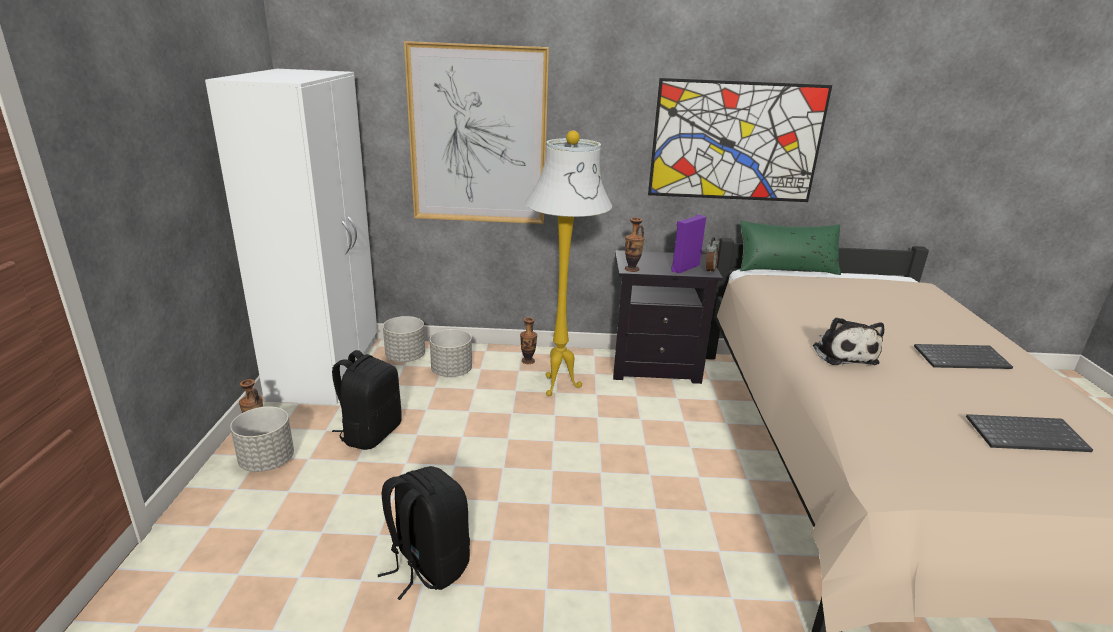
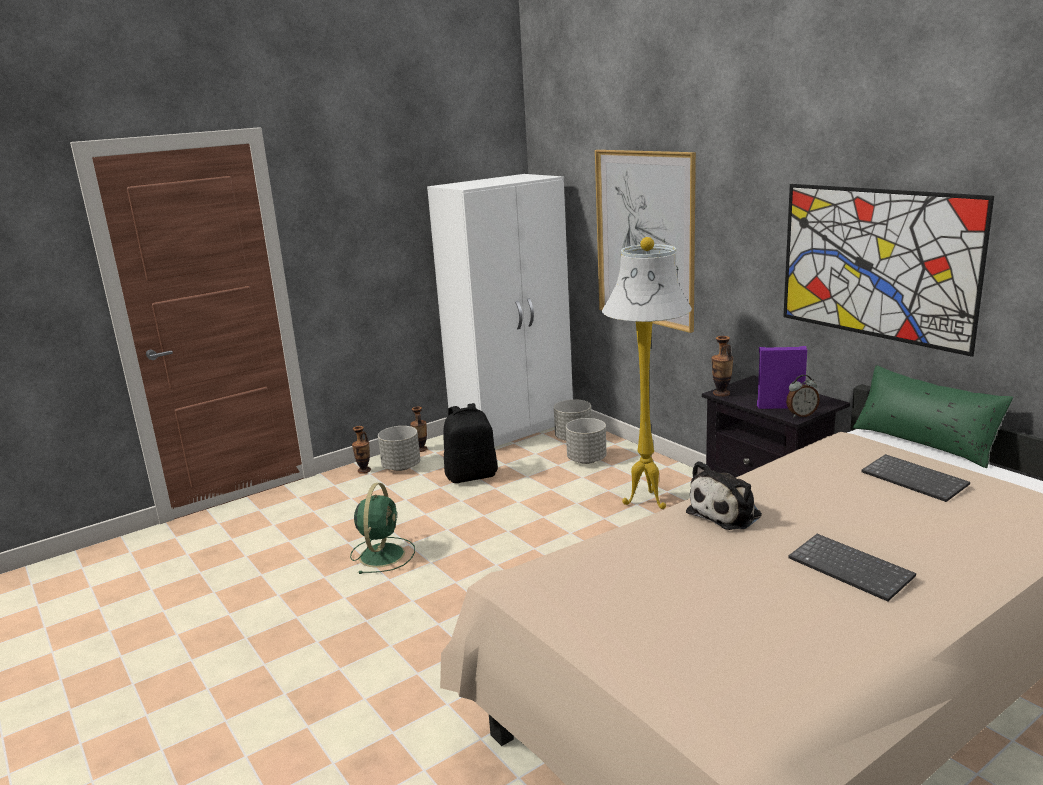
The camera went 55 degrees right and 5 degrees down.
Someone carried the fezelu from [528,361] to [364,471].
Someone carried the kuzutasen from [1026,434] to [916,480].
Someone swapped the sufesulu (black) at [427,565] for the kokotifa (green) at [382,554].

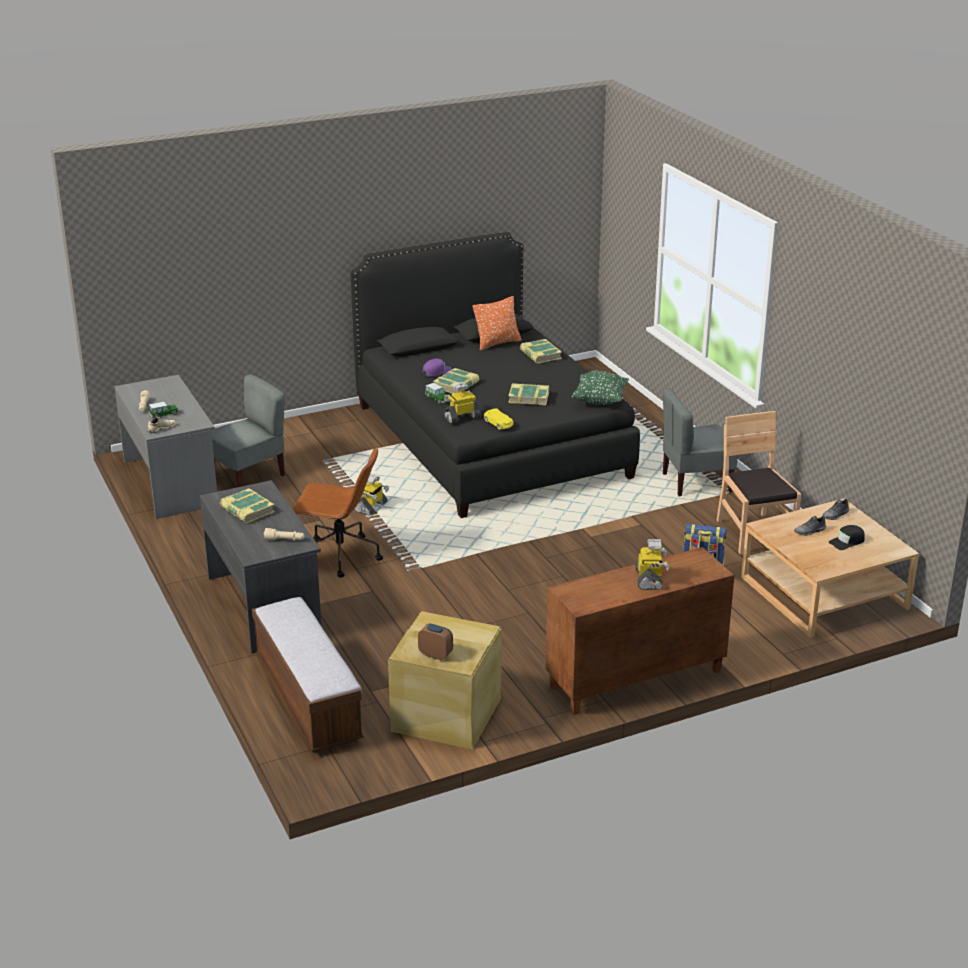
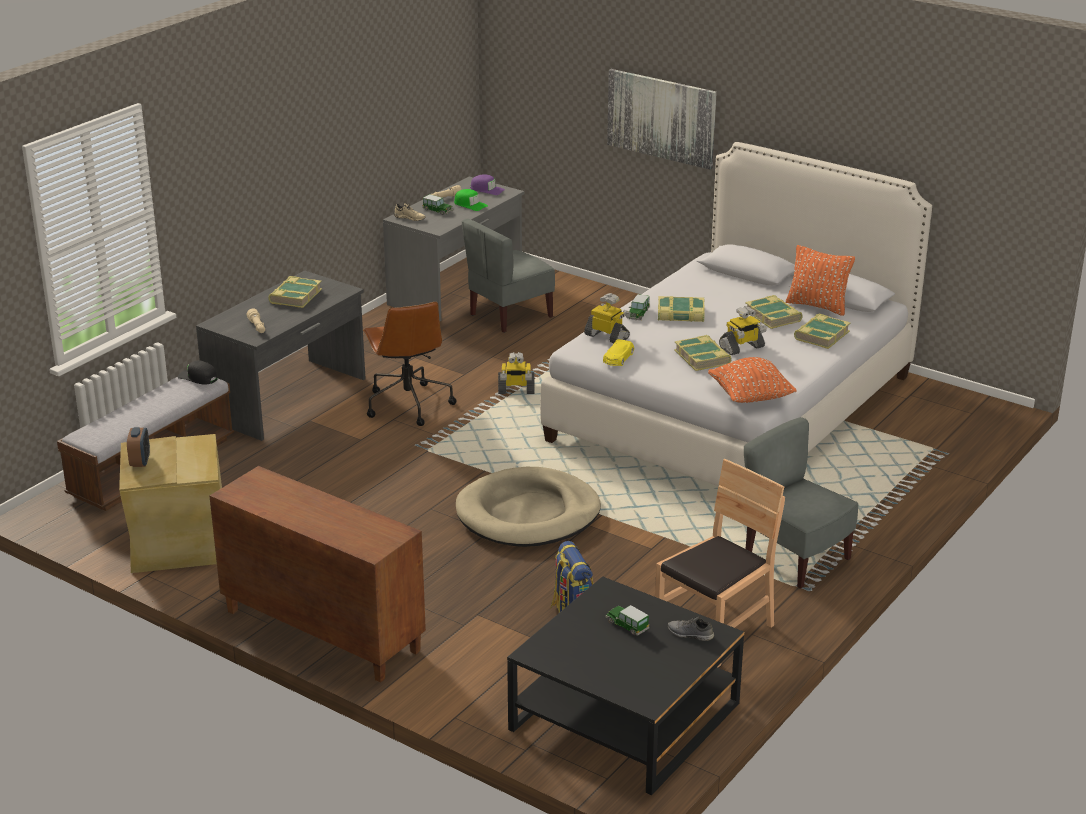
The camera went 60 degrees right and 0 degrees up.
Someone put down the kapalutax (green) at [470,205].
Someone put down the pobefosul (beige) at [528,514].
Someone put up the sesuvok at [661,118].
Someone put down the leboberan at [773,316].
Someone carried the kapalutax (purple) from [437,372] to [487,189].
Someone carried the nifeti from [649,579] to [742,347].
Someone carried the kapalutax (black) from [847,542] to [198,377].
Someone swapped the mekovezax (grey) at [810,531] for the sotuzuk at [627,625].
Someone repainted the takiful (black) at [490,441], which became the takiful (white) at [732,407].
Someone repainted the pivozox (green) at [600,400], which became the pivozox (orange) at [750,397].
Someone repainted the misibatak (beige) at [824,592], which became the misibatak (black) at [625,716].
Someone rotated the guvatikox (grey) at [249,475] by 120 degrees clockwise.

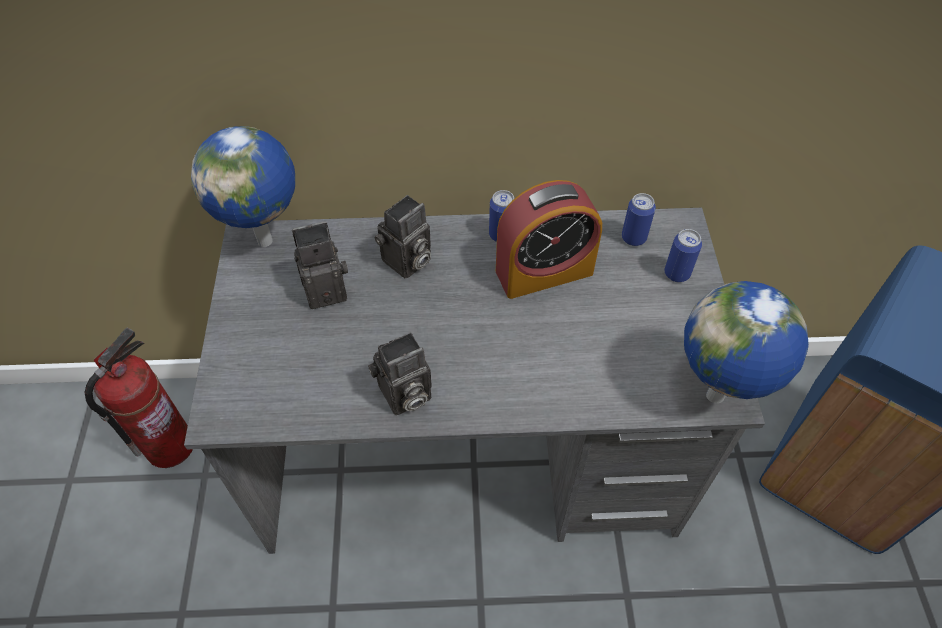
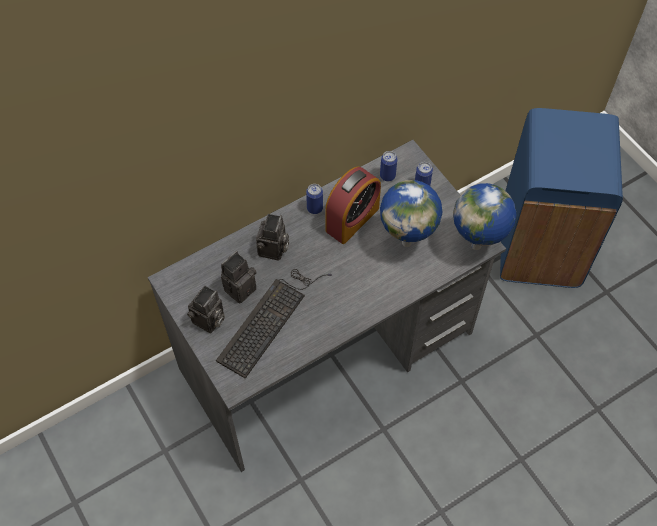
The camera went 30 degrees left and 5 degrees up.
Someone took away the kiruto at [169,445].
Someone put down the kuzutasen at [271,318].
Someone carried the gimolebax from [267,241] to [407,242].
Someone carried the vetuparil from [404,396] to [209,321].

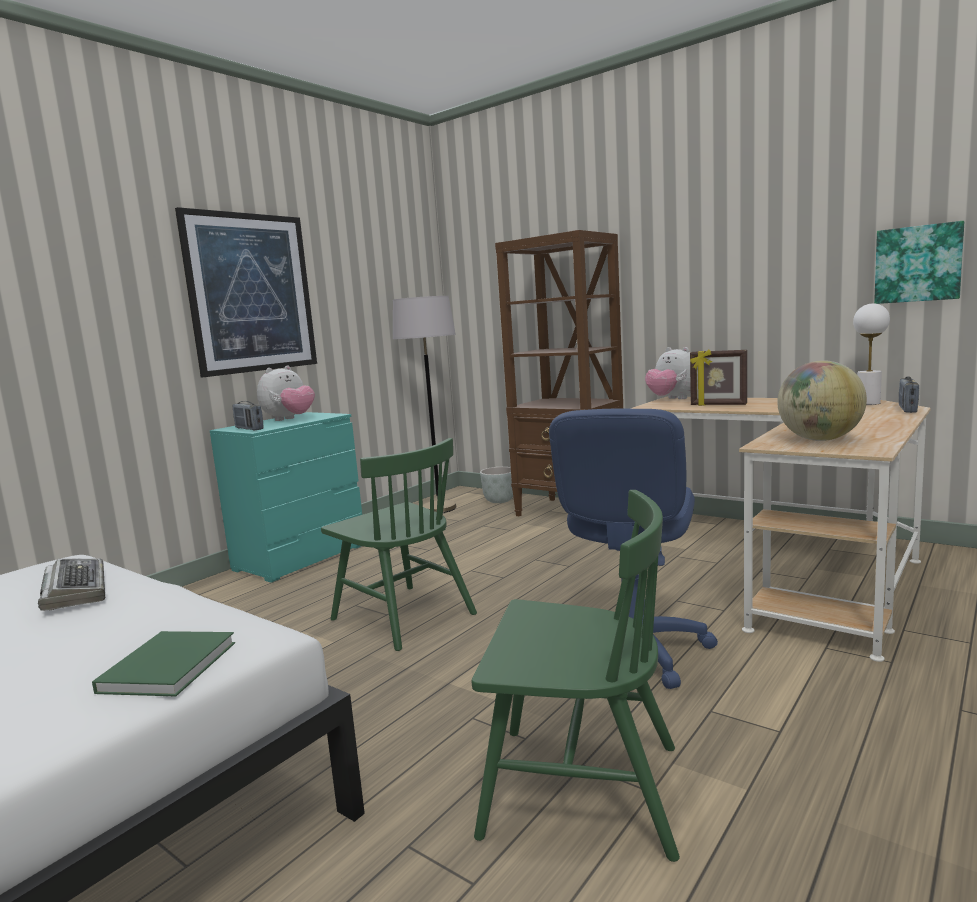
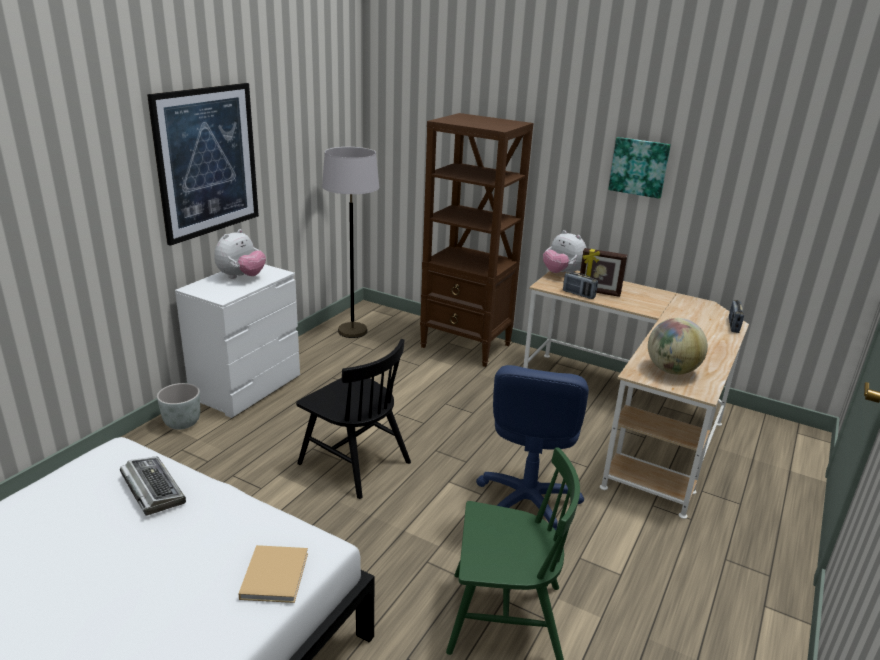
The camera went 10 degrees left and 15 degrees up.
Someone took away the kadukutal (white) at [868,403].
Someone carried the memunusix from [249,429] to [578,294].
Someone carried the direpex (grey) from [500,500] to [183,423].
Someone carried the sesuvok from [918,264] to [639,167].
Someone repainted the leboberan (green) at [171,665], which became the leboberan (beige) at [275,574].
Someone repainted the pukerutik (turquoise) at [301,557], which became the pukerutik (white) at [247,388].
Someone repainted the guvatikox (green) at [403,616], which became the guvatikox (black) at [354,462].

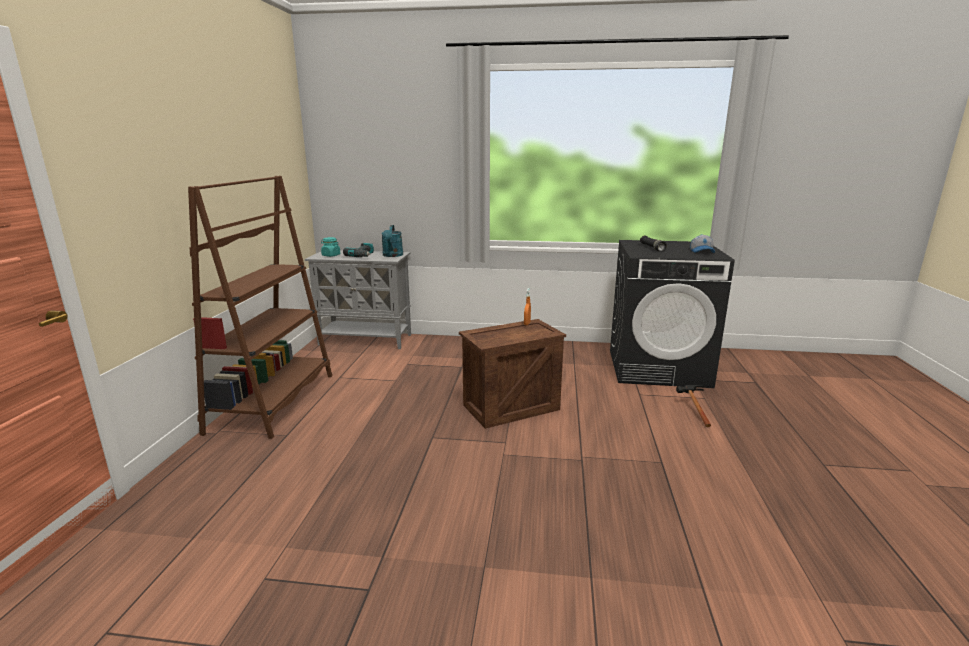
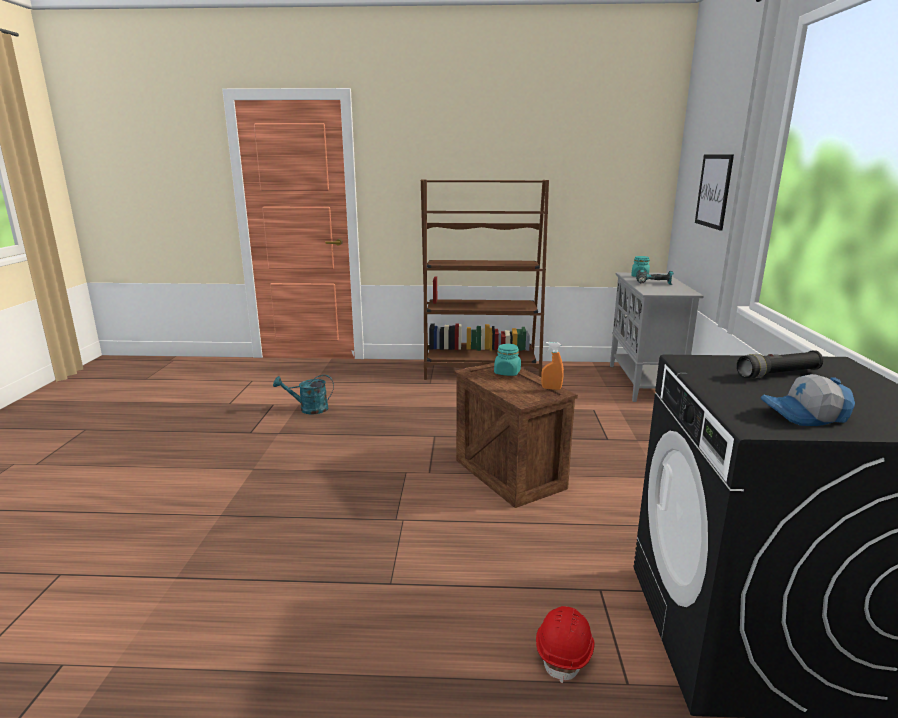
The camera went 85 degrees right and 0 degrees up.
Someone put down the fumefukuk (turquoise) at [507,373].
Someone put up the sesuvok at [713,191].
Someone carried the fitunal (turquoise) from [392,255] to [308,409].
Someone swapped the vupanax at [693,409] for the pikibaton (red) at [565,652].

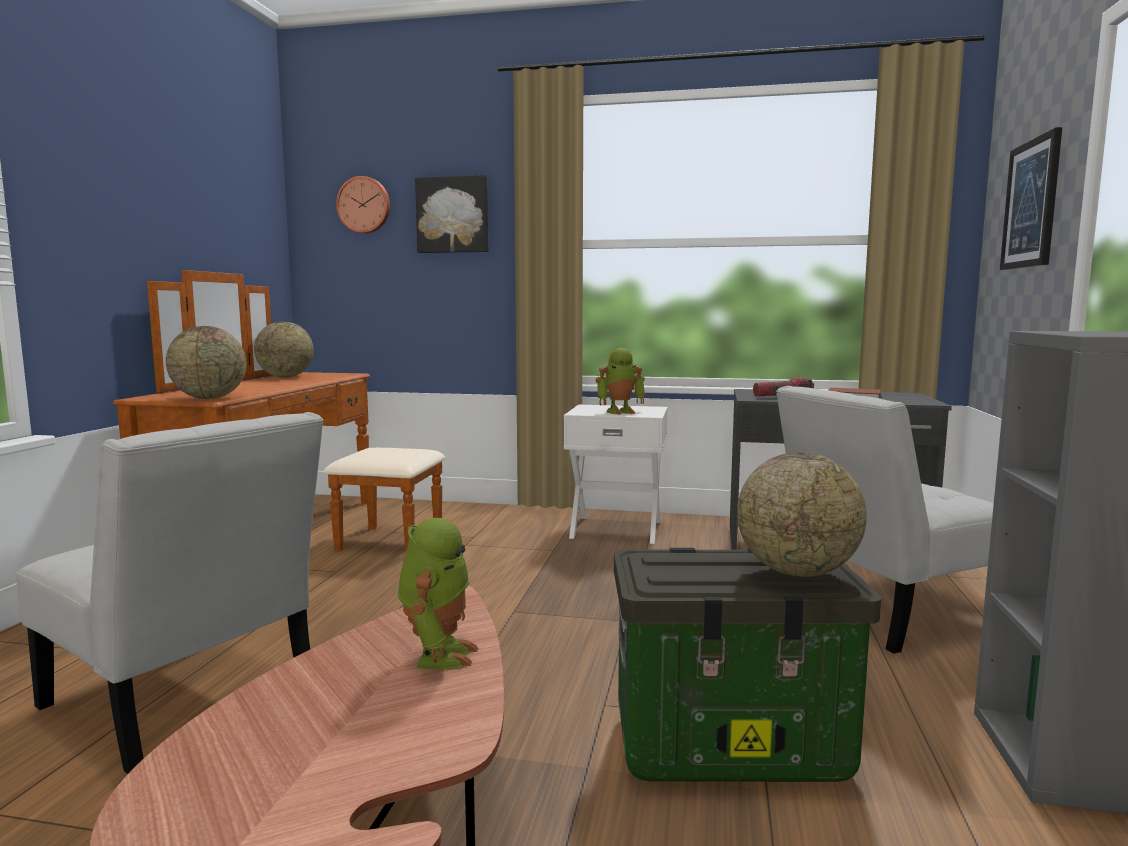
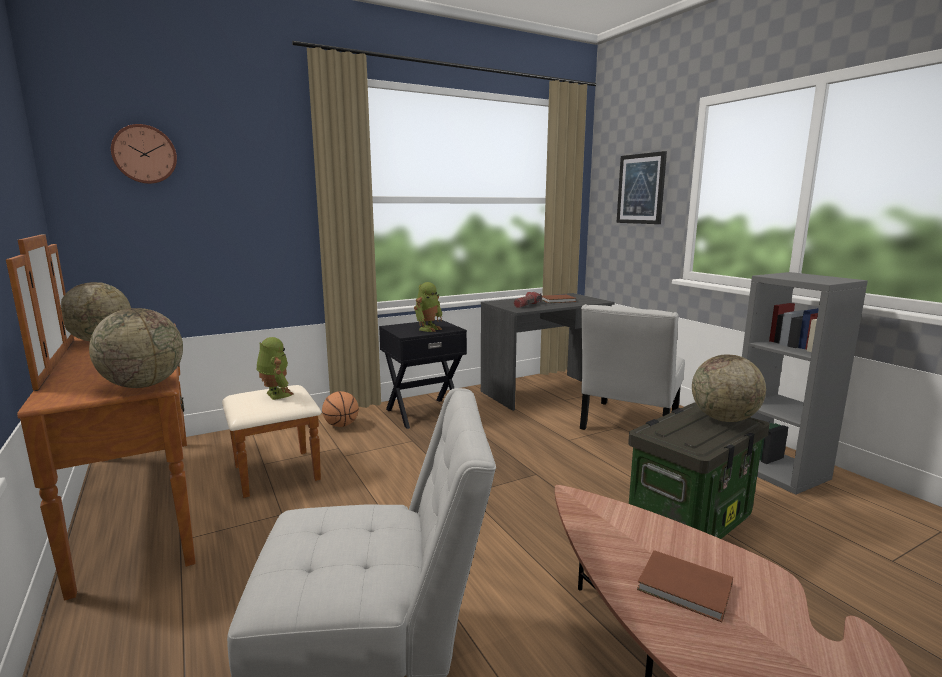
The camera went 40 degrees left and 5 degrees up.
Someone took away the sesuvok at [453,215].
Someone put down the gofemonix at [341,425].
Someone put down the leboberan (brown) at [686,589].
Someone carried the nifeti from [438,655] to [275,395].
Someone repainted the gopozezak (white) at [616,528], which became the gopozezak (black) at [423,412].

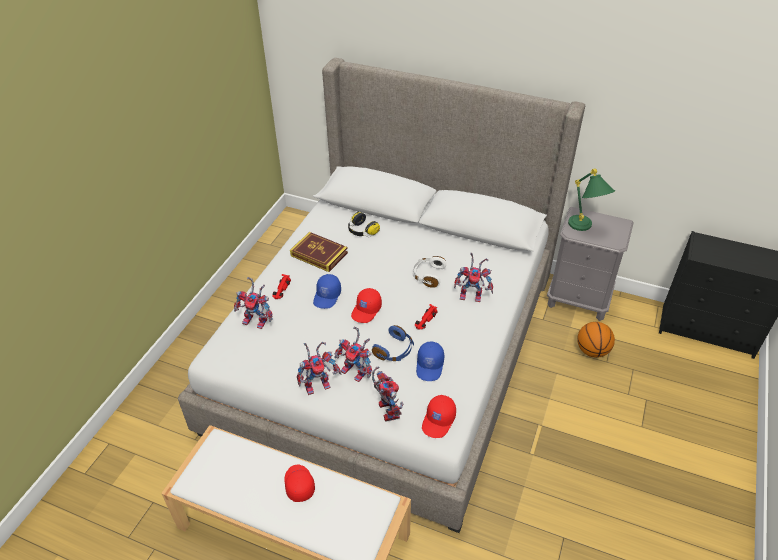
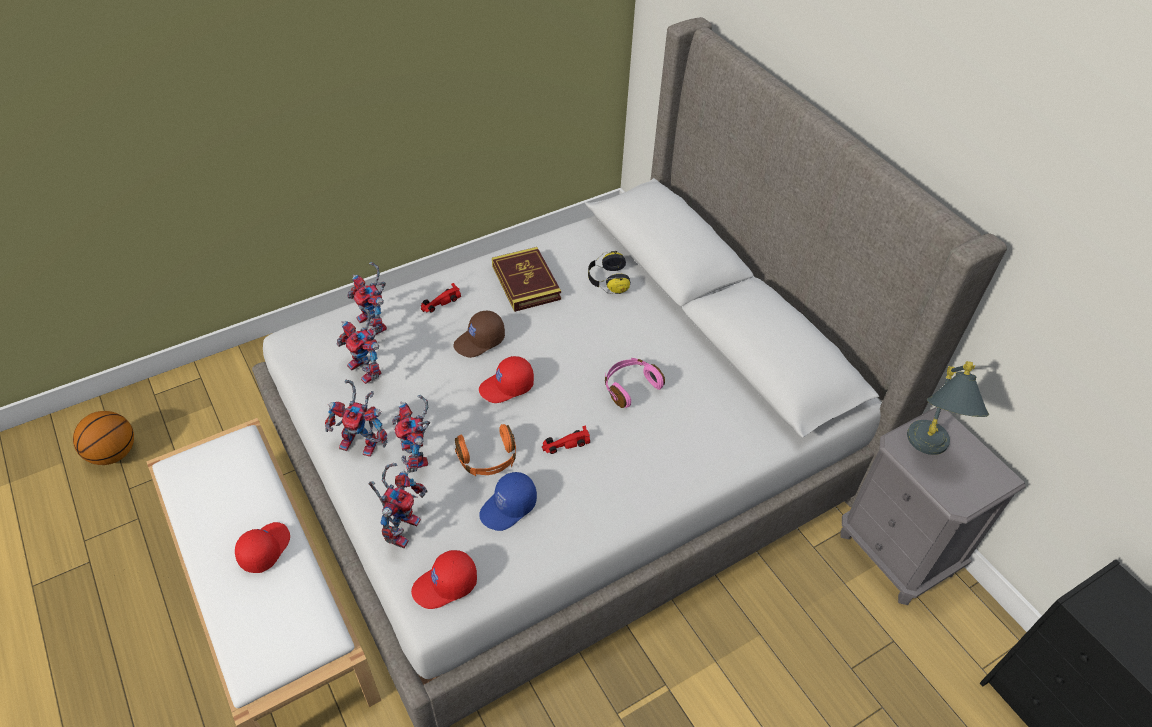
The camera went 35 degrees right and 5 degrees up.
Someone carried the nifeti from [472,295] to [369,370].
Someone carried the gofemonix from [592,351] to [114,453].
Someone repainted the kapalutax (blue) at [327,296], which became the kapalutax (brown) at [480,341].
Someone repainted the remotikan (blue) at [394,350], which became the remotikan (orange) at [488,459].
Someone repainted the remotikan (white) at [428,275], which became the remotikan (pink) at [630,387].
Someone repainted the kadukutal (green) at [584,228], which became the kadukutal (grey) at [927,450].

